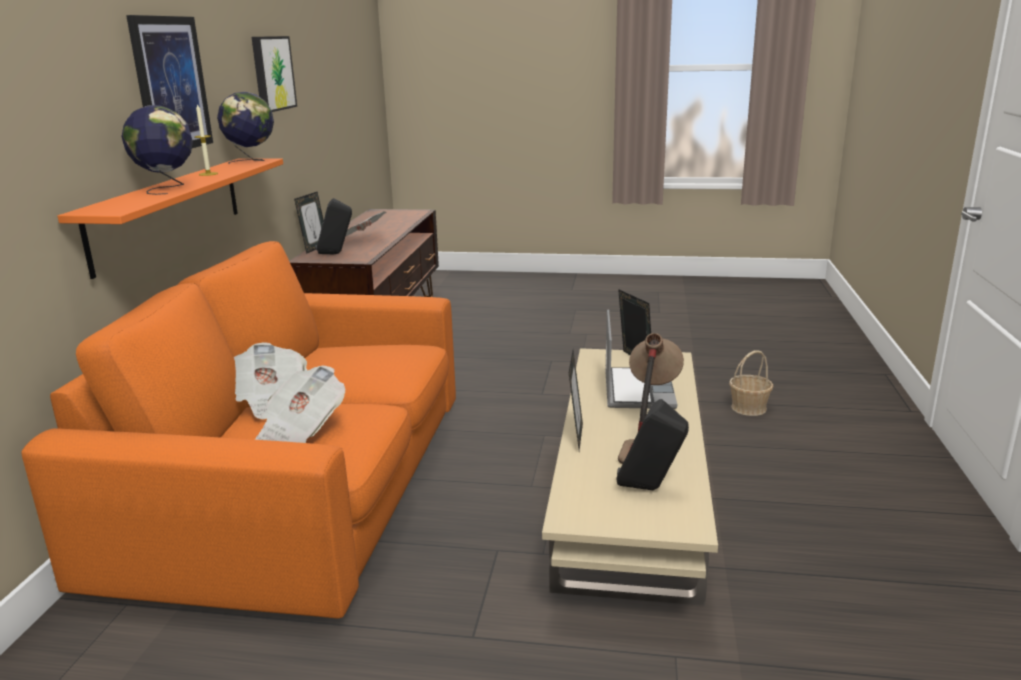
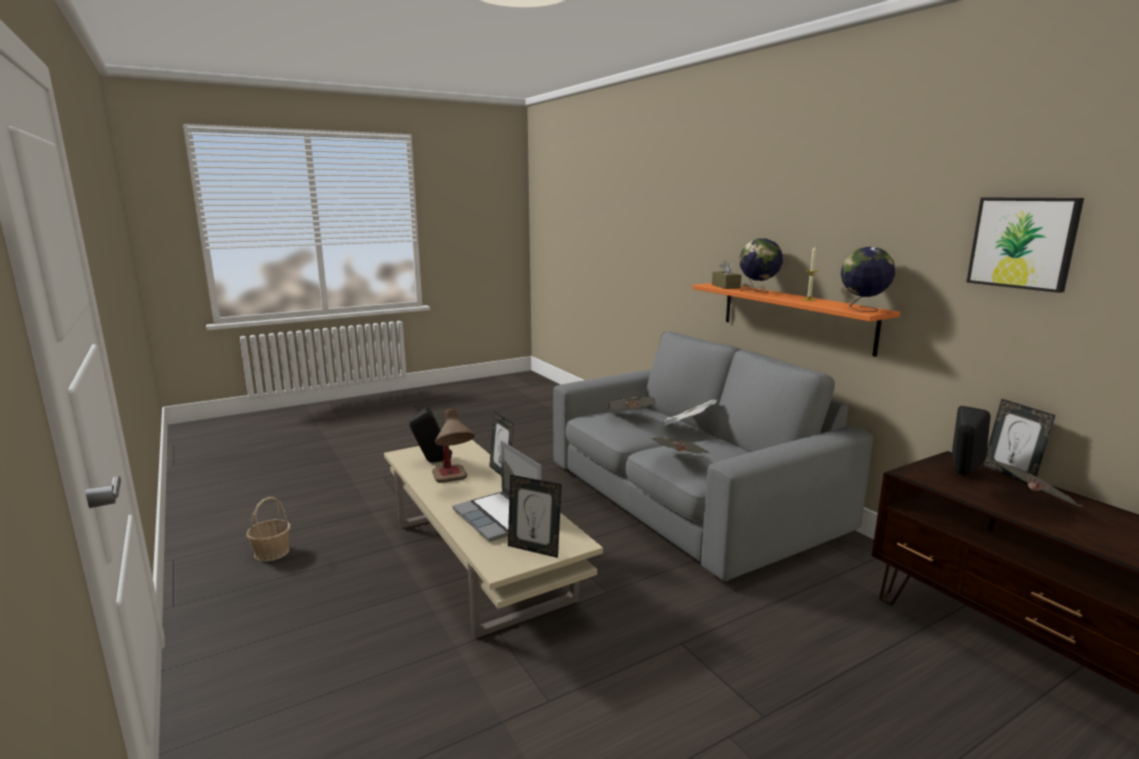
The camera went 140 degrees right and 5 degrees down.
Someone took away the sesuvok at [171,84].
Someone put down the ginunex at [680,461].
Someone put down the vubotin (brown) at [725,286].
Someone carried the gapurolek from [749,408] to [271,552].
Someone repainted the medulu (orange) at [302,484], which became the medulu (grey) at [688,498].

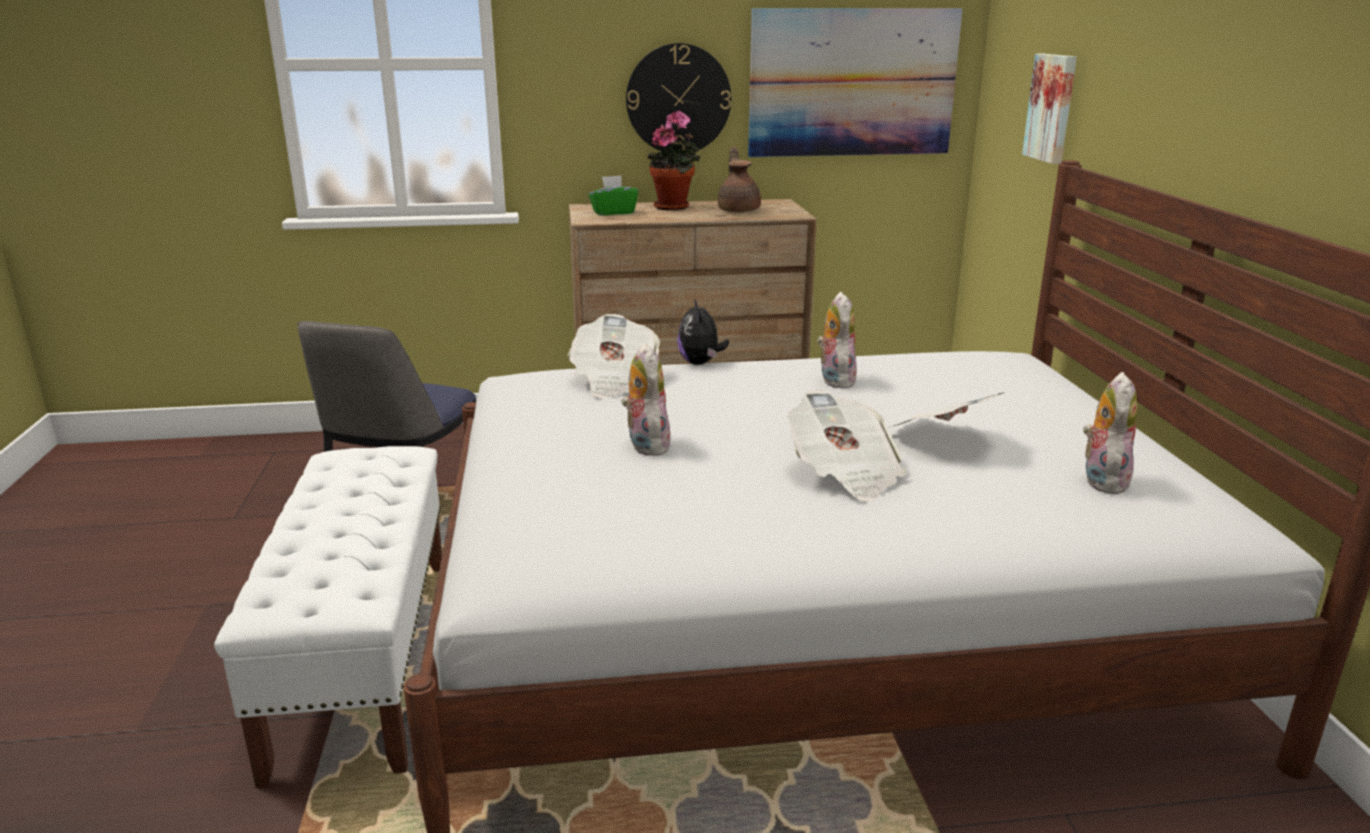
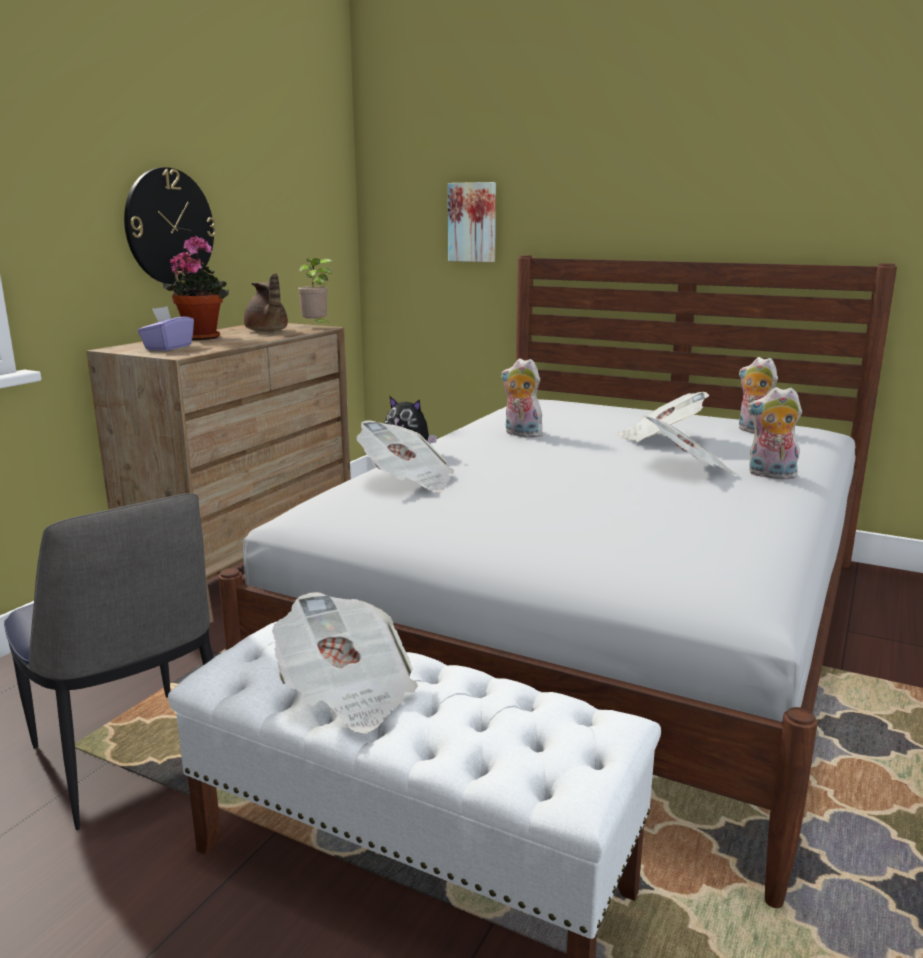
The camera went 55 degrees left and 5 degrees down.
Someone took away the sesuvok at [852,83].
Someone put down the ginunex at [347,693].
Someone put down the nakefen at [316,327].
Someone carried the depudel from [645,445] to [770,475].
Someone repainted the vubotin (green) at [613,212], which became the vubotin (purple) at [168,347].
Someone rotated the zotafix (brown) at [739,210] by 150 degrees counterclockwise.

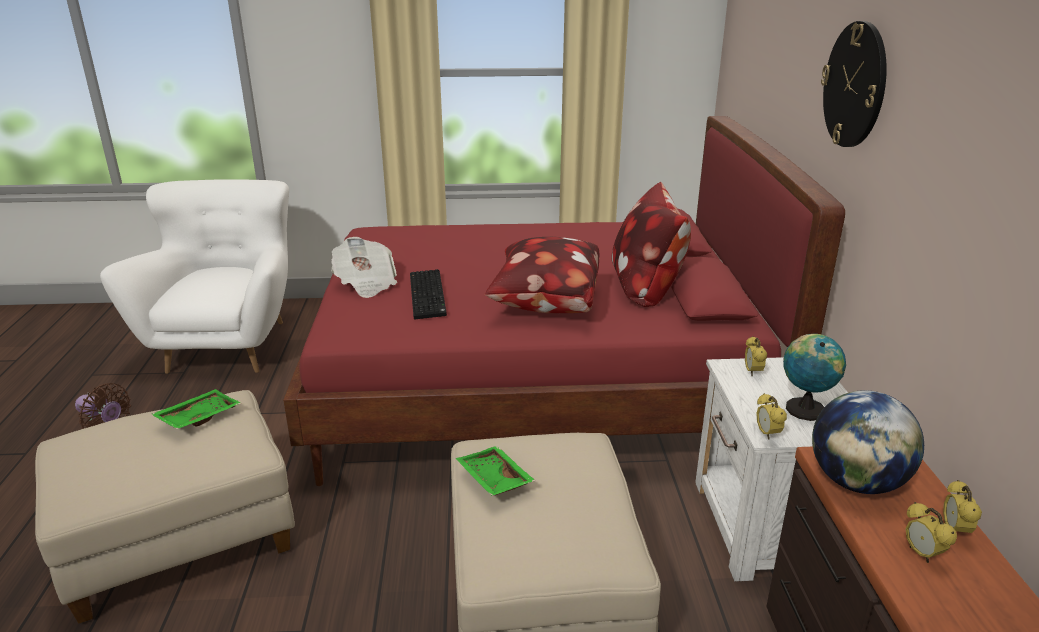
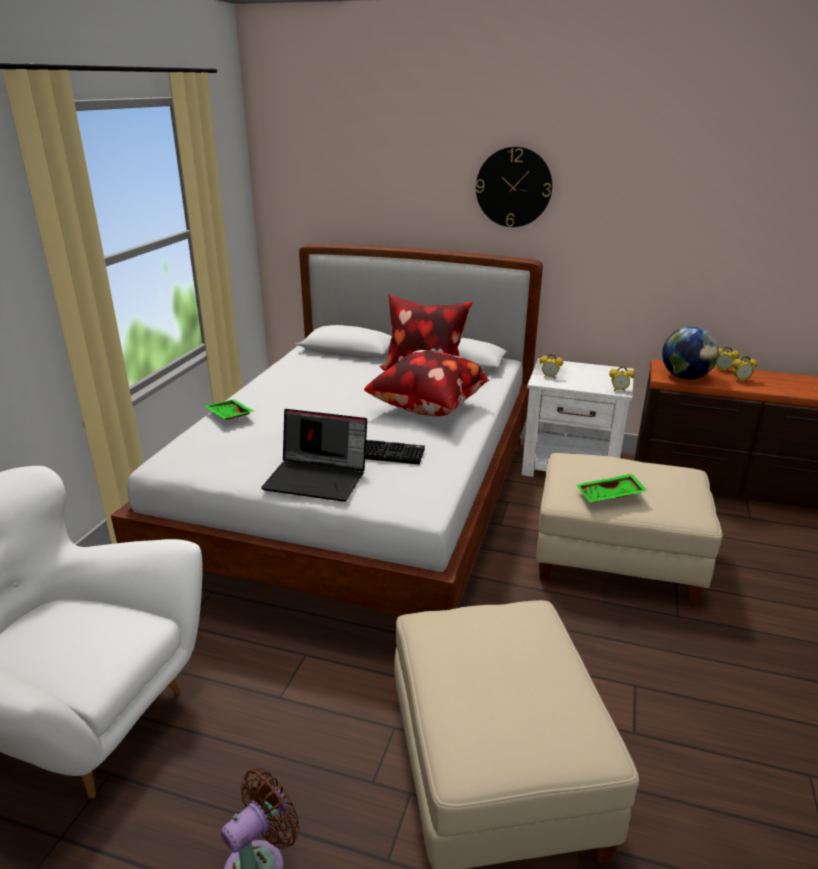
The camera went 70 degrees left and 0 degrees up.
Someone took away the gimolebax at [804,408].
Someone carried the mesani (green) from [198,417] to [228,416].
Someone swapped the ginunex at [366,283] for the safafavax at [318,478].
Someone repainted the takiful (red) at [537,387], which became the takiful (white) at [364,506].

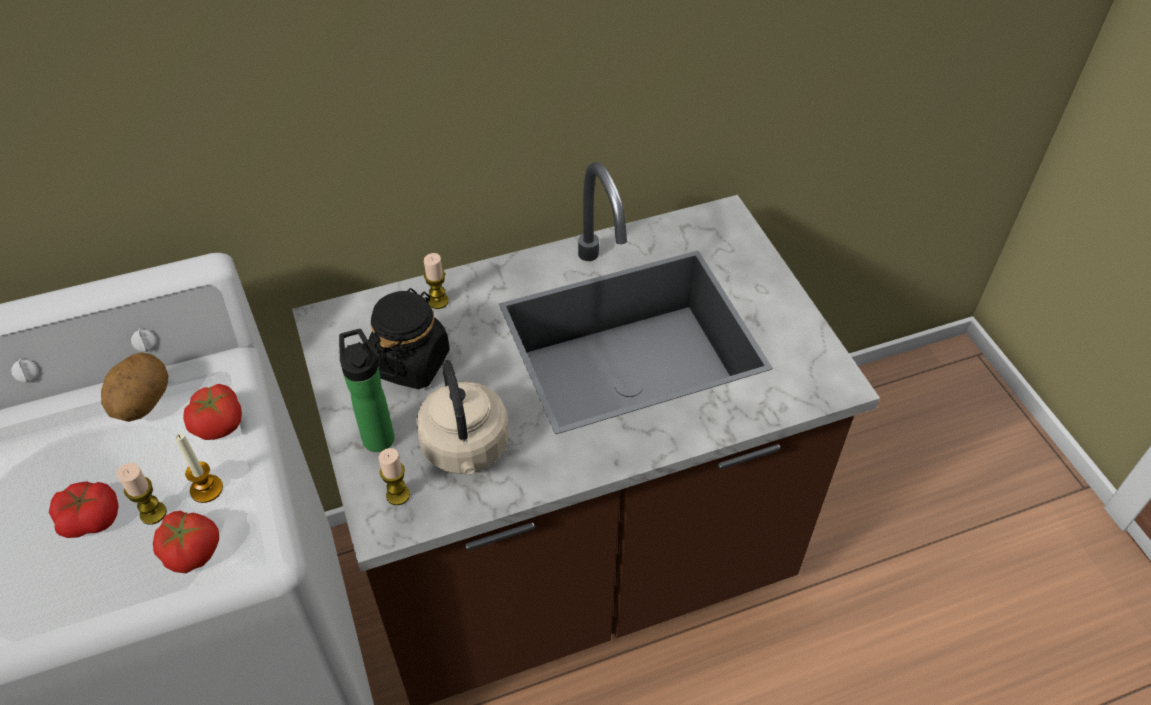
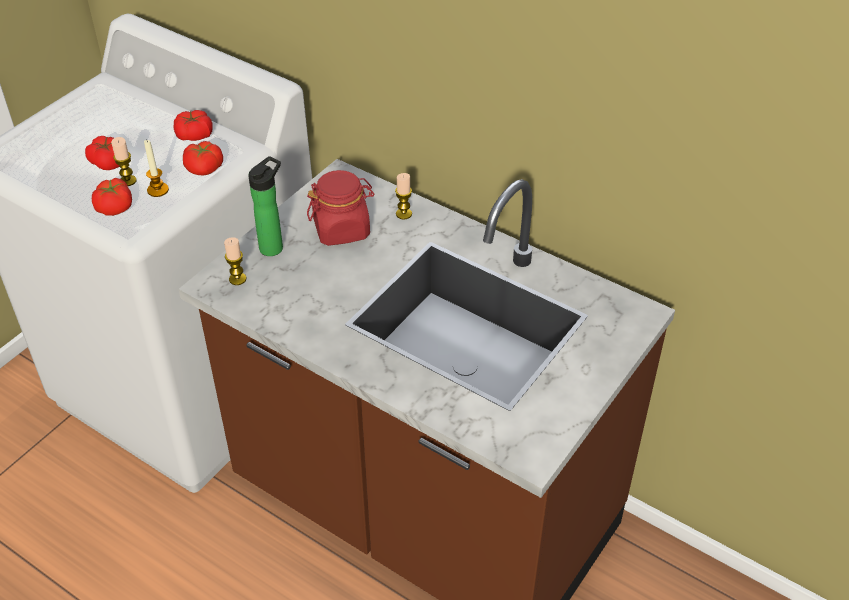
The camera went 55 degrees right and 5 degrees down.
Someone took away the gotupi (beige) at [466,449].
Someone swapped the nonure at [143,403] for the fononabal at [194,135].
Someone repainted the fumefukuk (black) at [411,362], which became the fumefukuk (red) at [342,229].

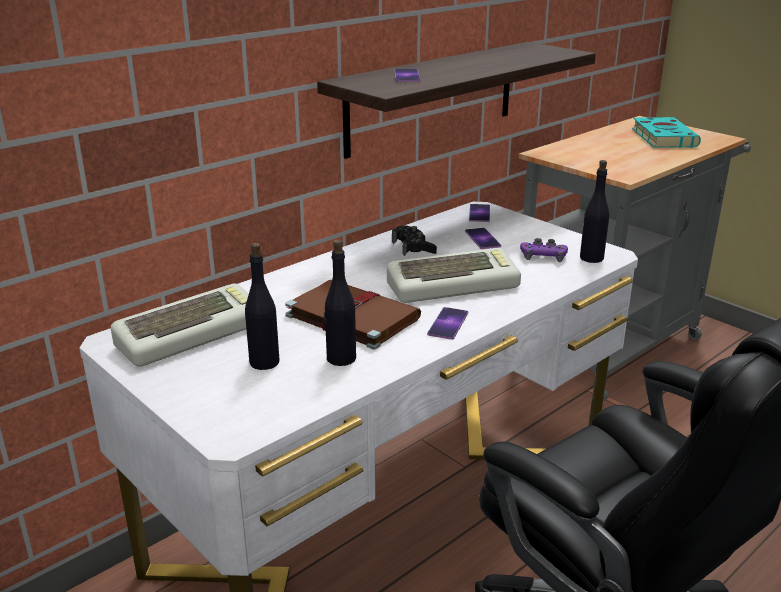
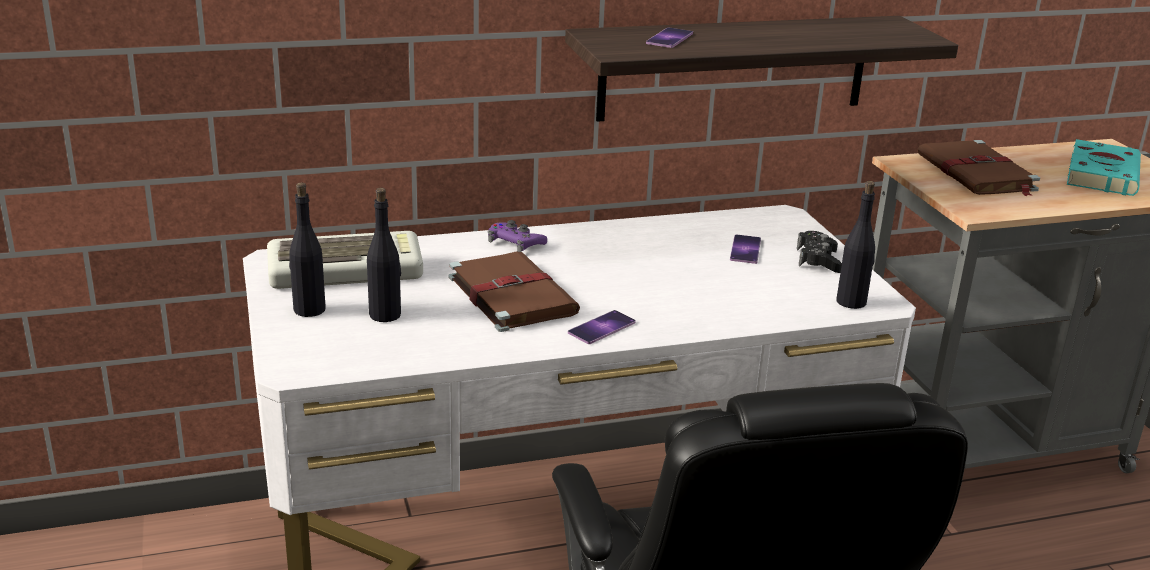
The camera went 25 degrees right and 0 degrees up.
Someone took away the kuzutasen at [453,284].
Someone took away the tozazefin at [479,213].
Someone put down the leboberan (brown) at [977,173].
Someone carried the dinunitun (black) from [340,358] to [309,309].
Someone carried the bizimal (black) from [413,247] to [818,260].
Someone carried the bizimal (purple) from [543,256] to [515,242].

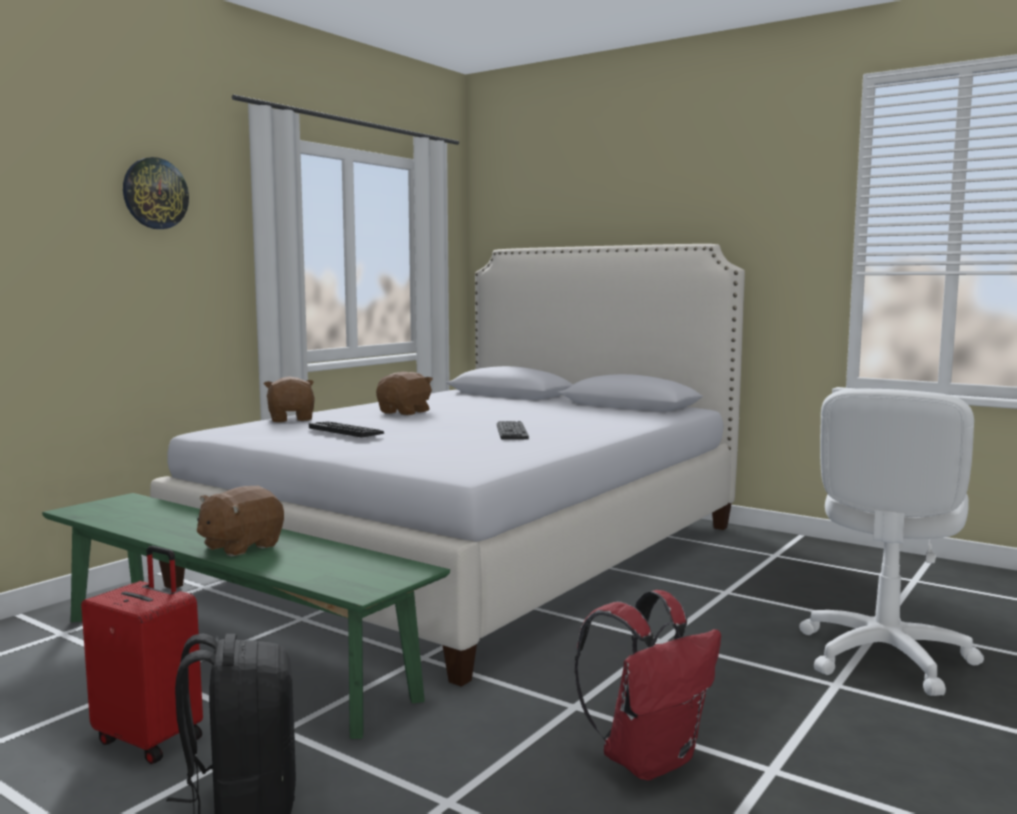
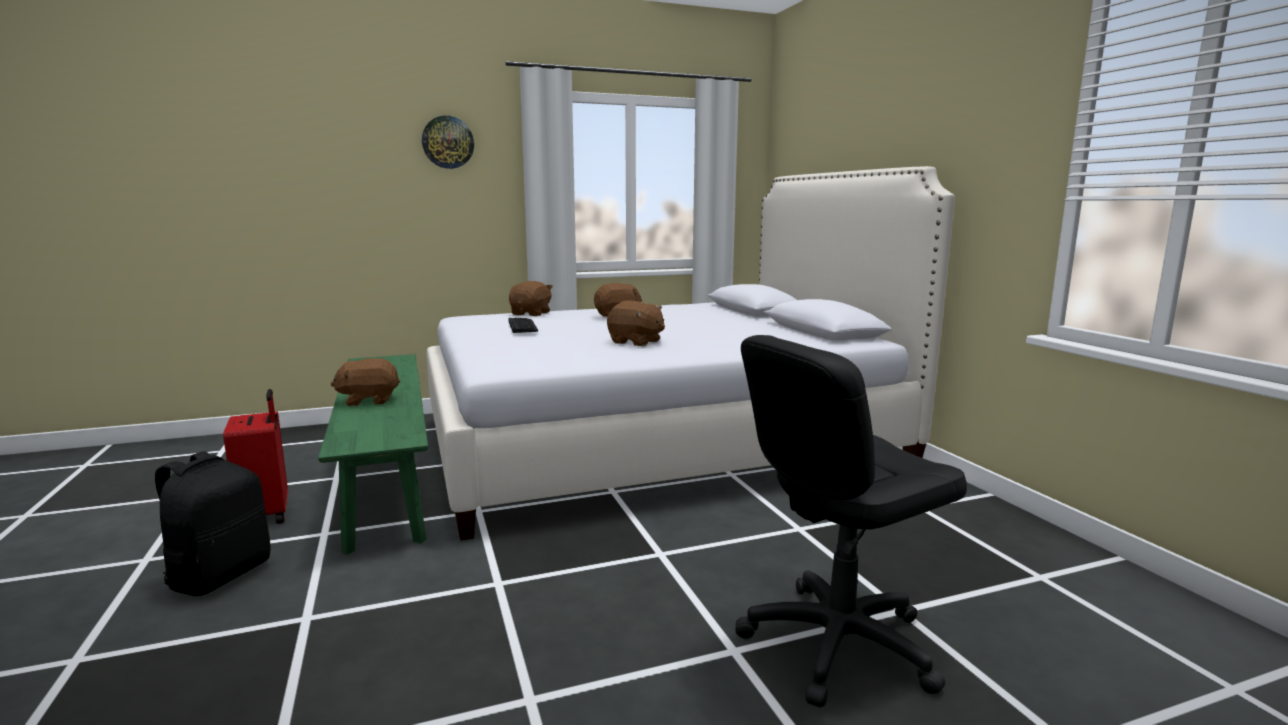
The camera went 35 degrees right and 5 degrees up.
Someone took away the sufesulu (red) at [649,759].
Someone swapped the kuzutasen at [512,432] for the depudel (brown) at [636,342].
Someone repainted the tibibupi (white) at [883,657], which became the tibibupi (black) at [837,643].

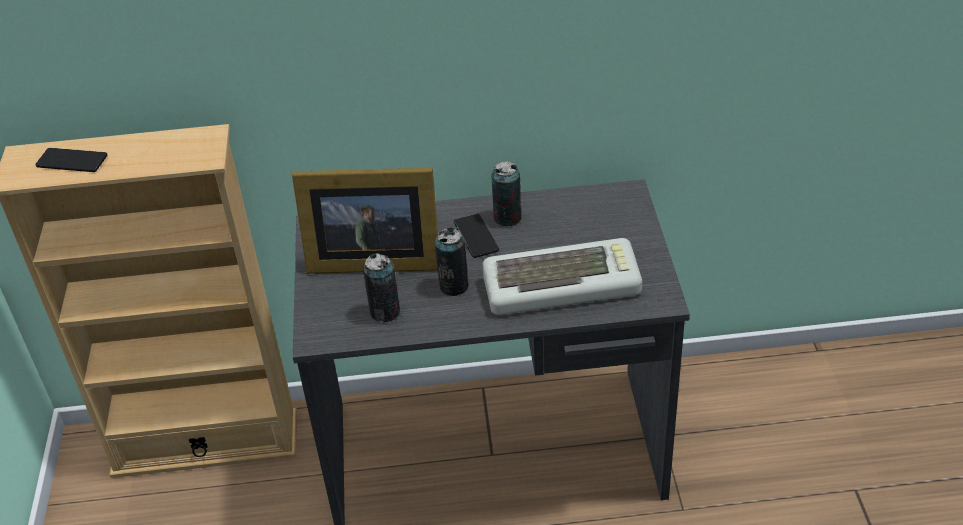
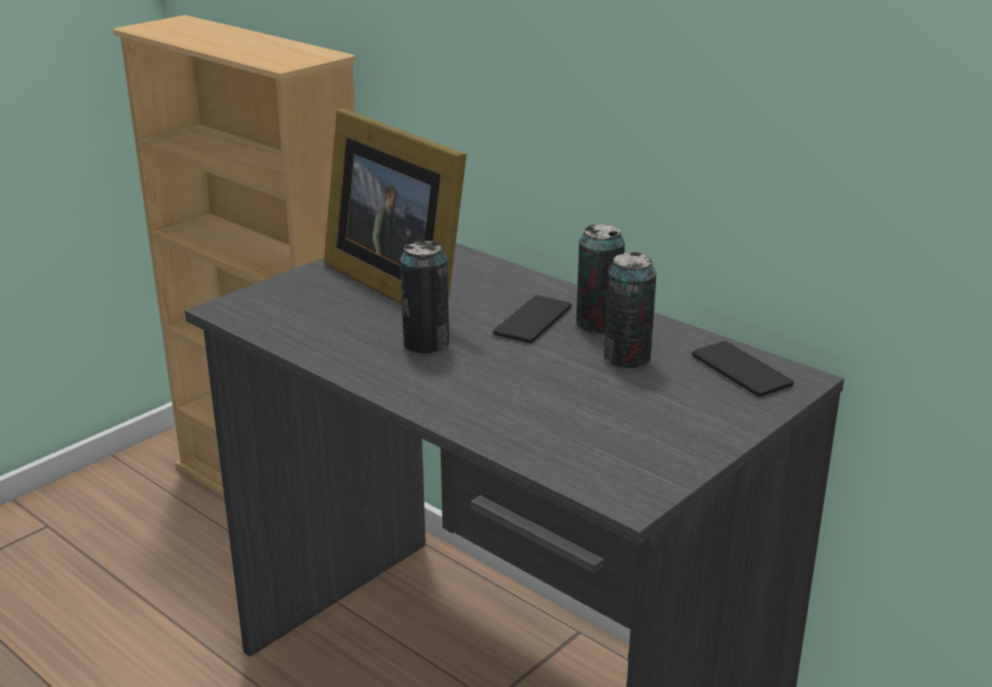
The camera went 45 degrees right and 15 degrees down.
Someone took away the kuzutasen at [562,284].
Someone carried the tozazefin from [72,161] to [741,370].
Someone carried the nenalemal from [385,312] to [627,358].

